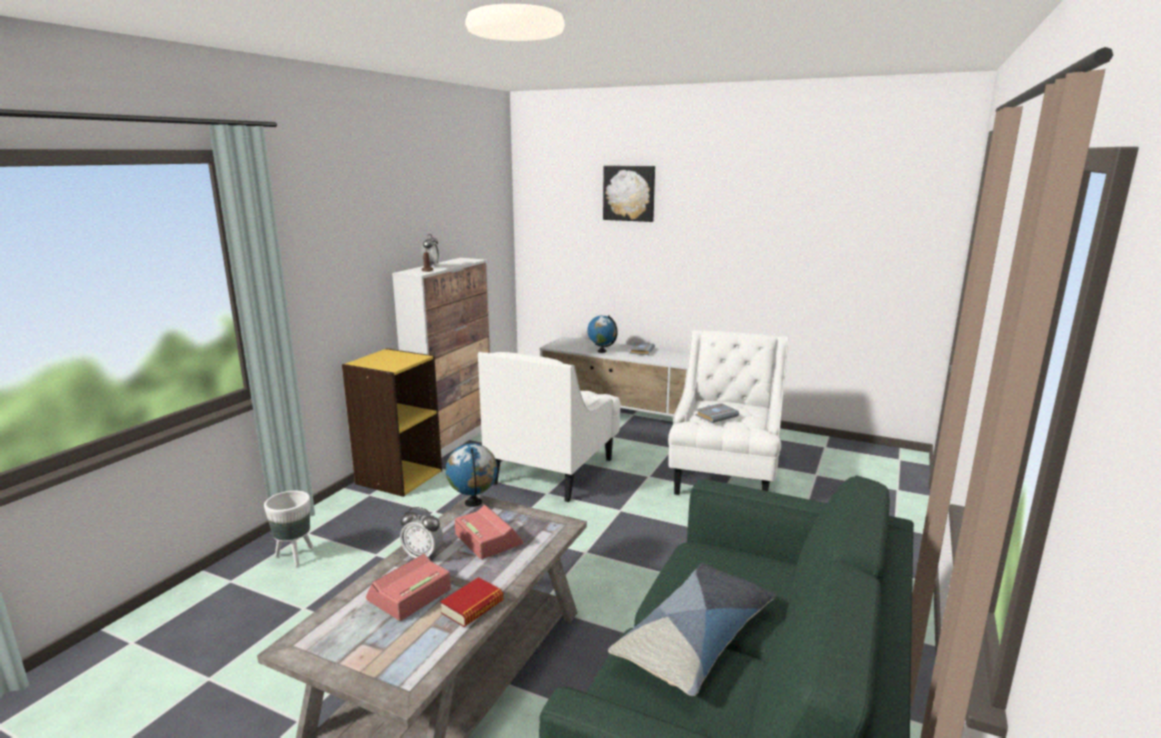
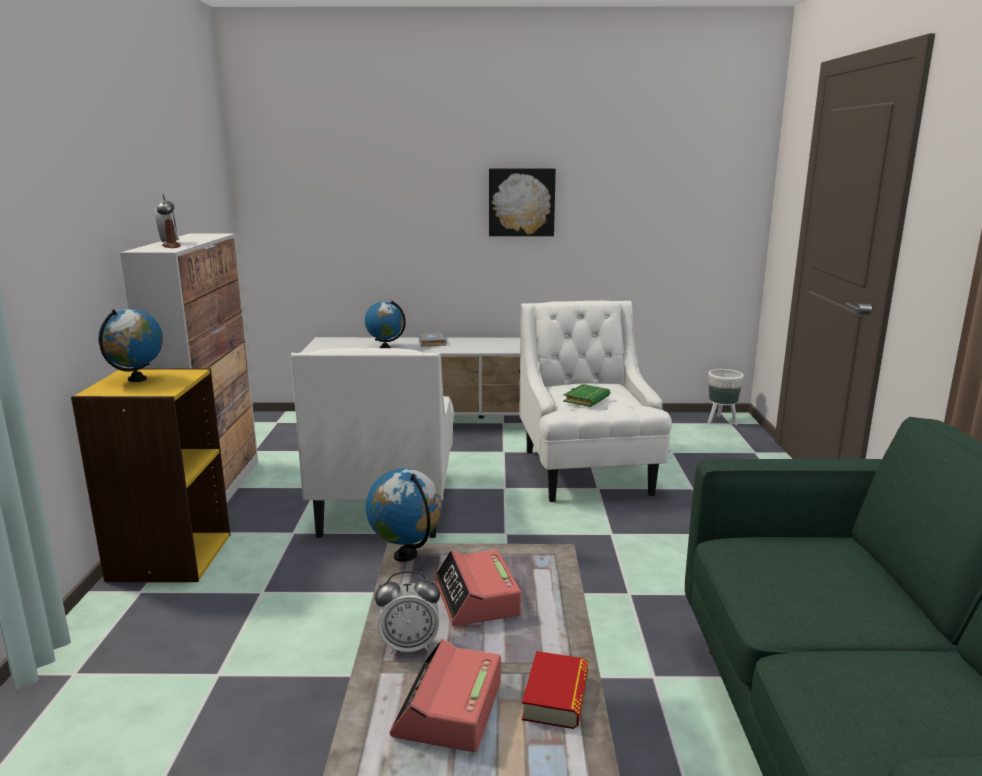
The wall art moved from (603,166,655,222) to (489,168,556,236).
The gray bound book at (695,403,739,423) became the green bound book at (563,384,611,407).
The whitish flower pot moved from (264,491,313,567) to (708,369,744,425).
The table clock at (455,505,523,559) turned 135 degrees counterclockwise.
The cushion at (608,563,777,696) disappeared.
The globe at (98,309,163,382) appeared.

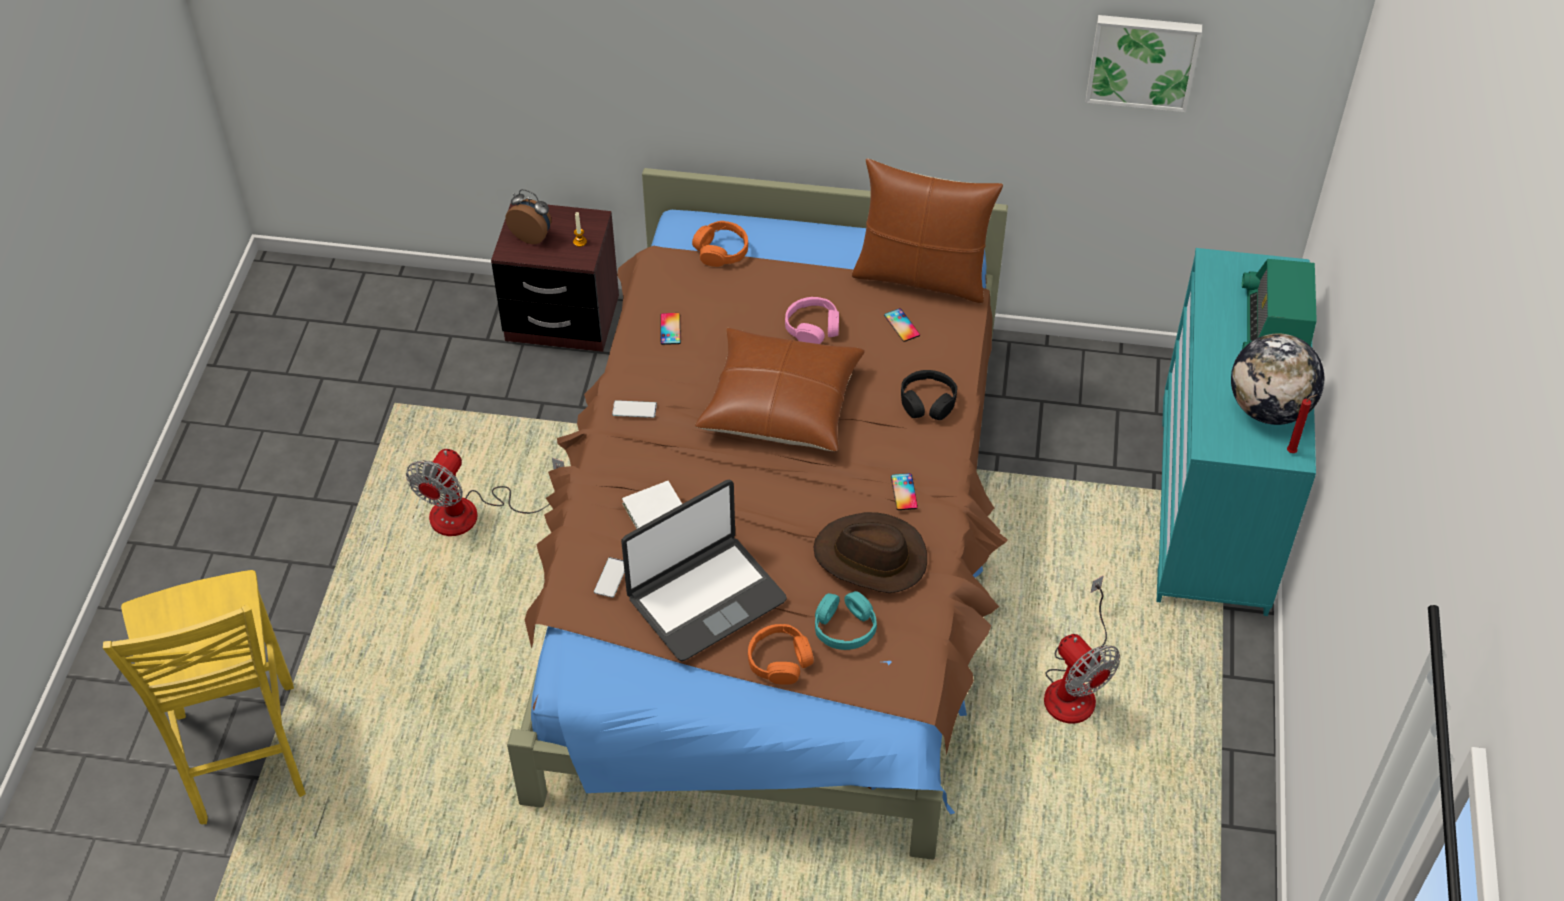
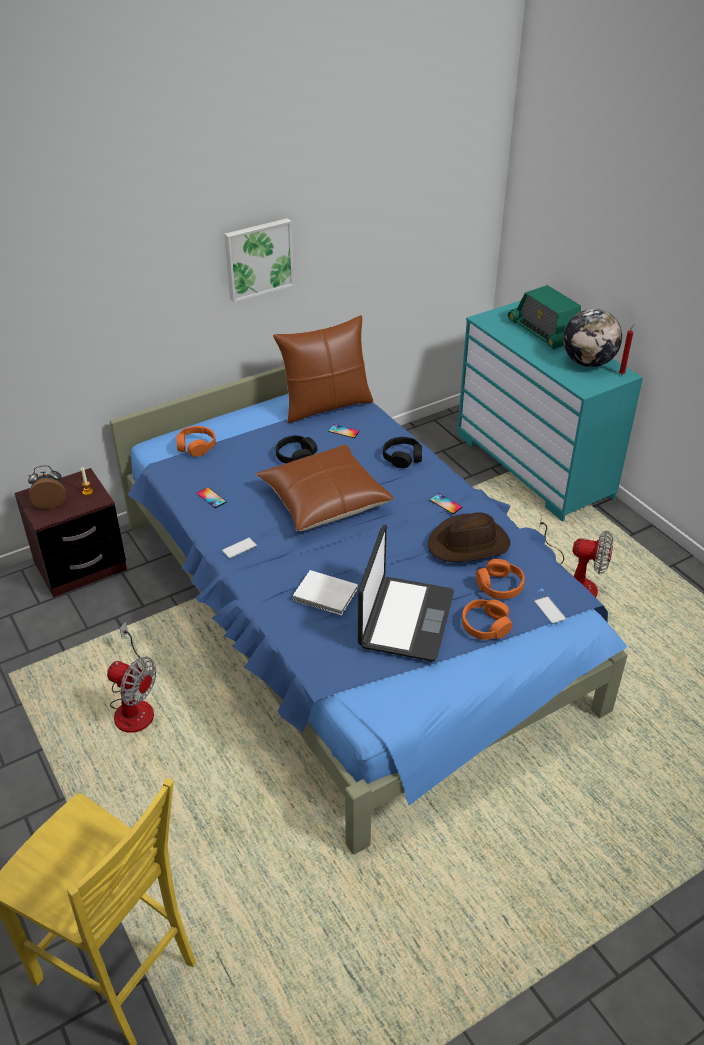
The wall art moved from (1086,15,1202,112) to (224,218,294,302).
The brown bed at (507,168,1008,860) became the blue-coloured bed at (110,366,628,854).
The pink pair of headphones at (785,297,839,344) became the blackish pair of headphones at (276,435,317,463).
The electric fan at (406,449,564,536) turned 45 degrees counterclockwise.
The handset moved from (594,557,624,598) to (534,596,566,624).
The turquoise-coloured pair of headphones at (815,591,877,650) became the orange-coloured pair of headphones at (476,559,525,599).

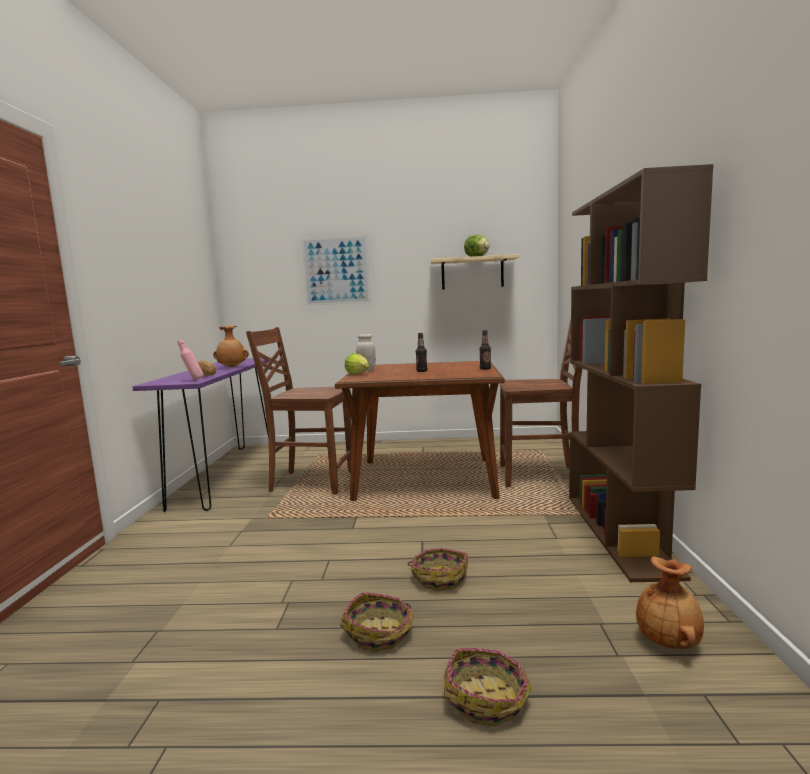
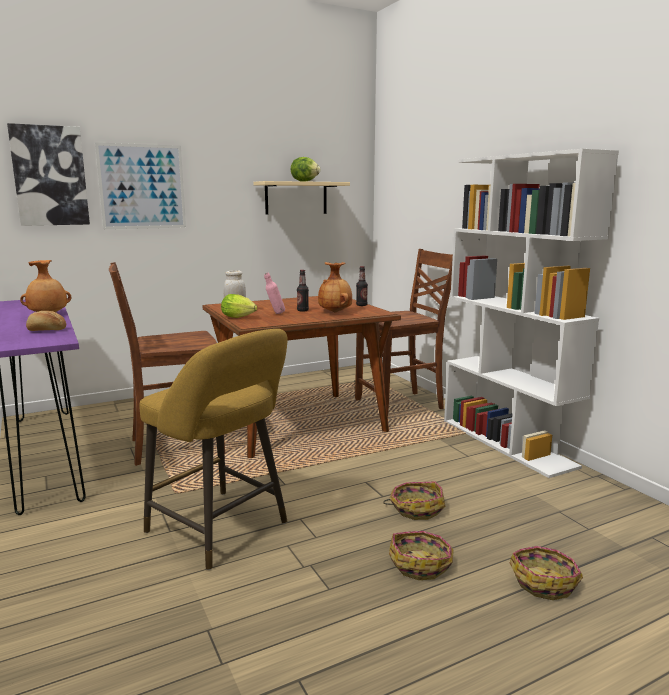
The brown bookcase at (569,164,714,582) became the whitish bookcase at (444,149,619,478).
The pink beverage bottle moved from (178,340,204,380) to (264,273,285,314).
The brown decorative vase moved from (636,556,704,649) to (318,262,352,313).
The wall art at (7,123,90,226) appeared.
The yellowish stool seat at (139,329,288,570) appeared.

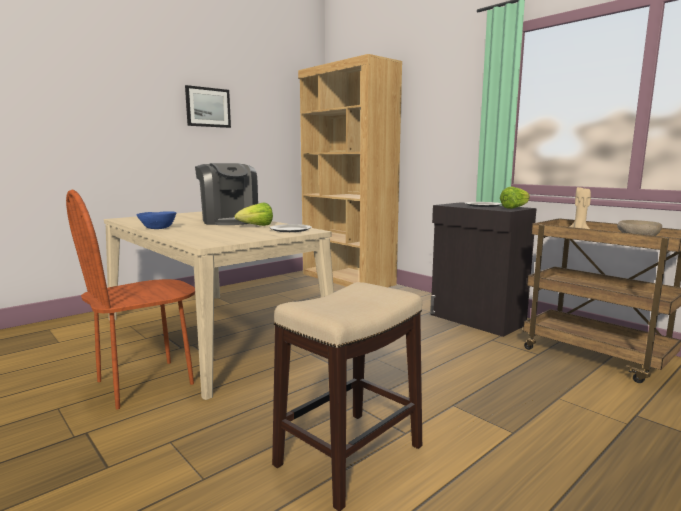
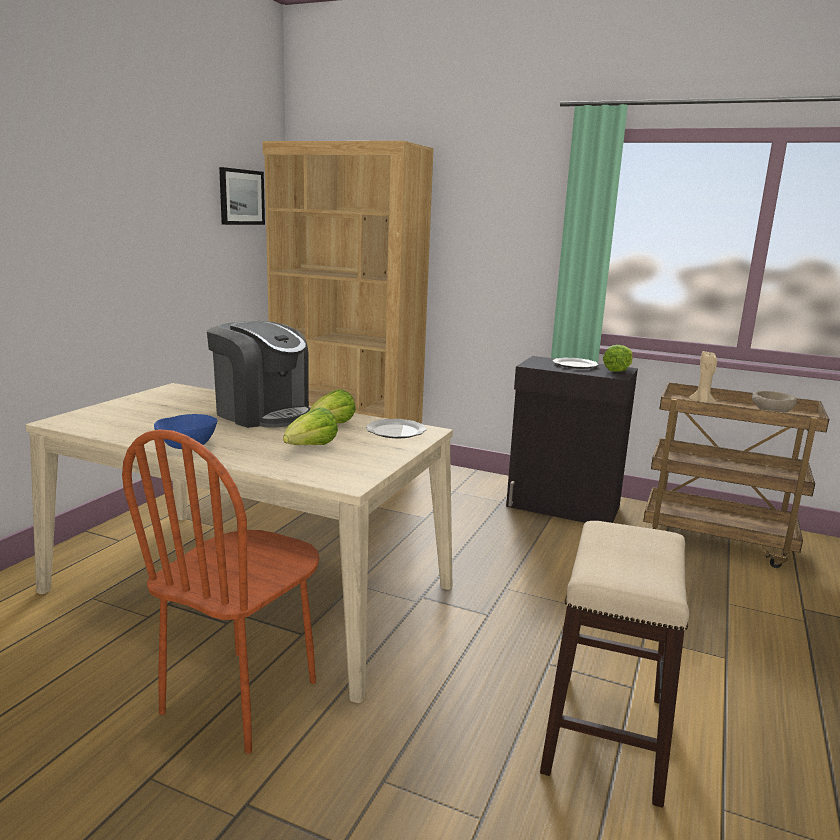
The wall art moved from (185,85,231,128) to (219,167,265,225).
The head of lettuce at (283,408,338,445) appeared.

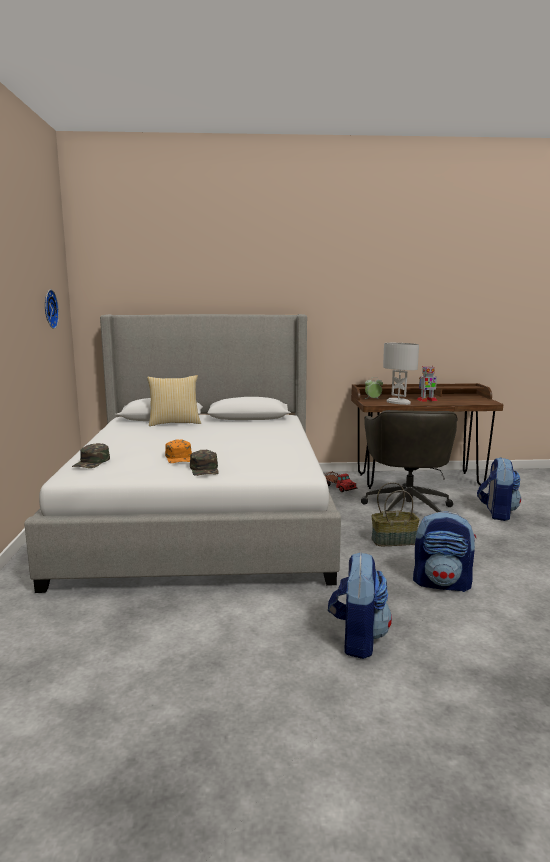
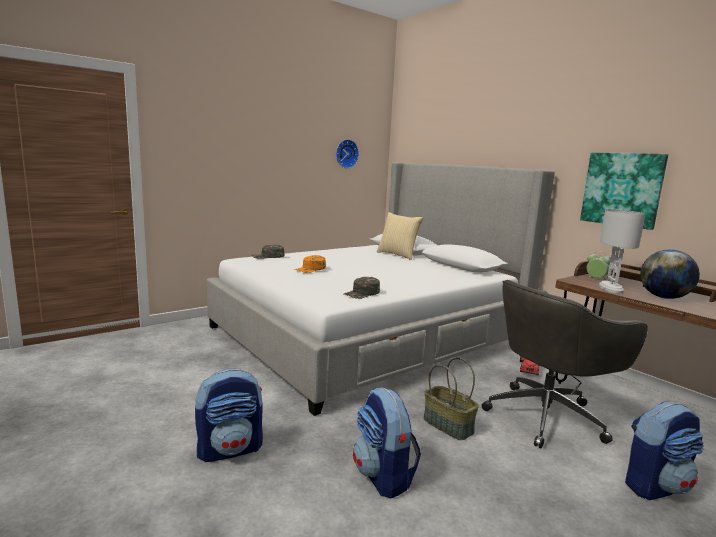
The toy robot at (417,366,437,402) was replaced by the globe at (640,249,700,299).
The green peaked cap moved from (190,450,219,476) to (344,277,380,299).
The wall art at (580,153,668,230) appeared.

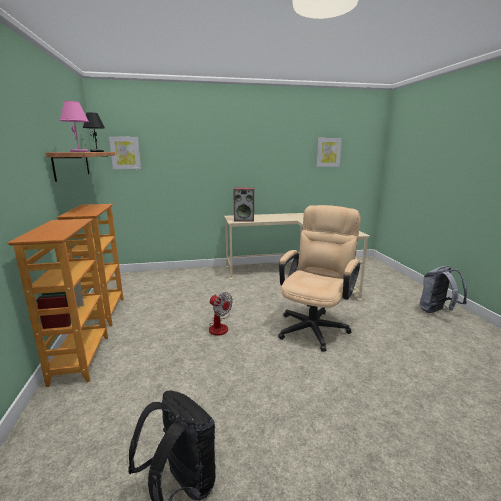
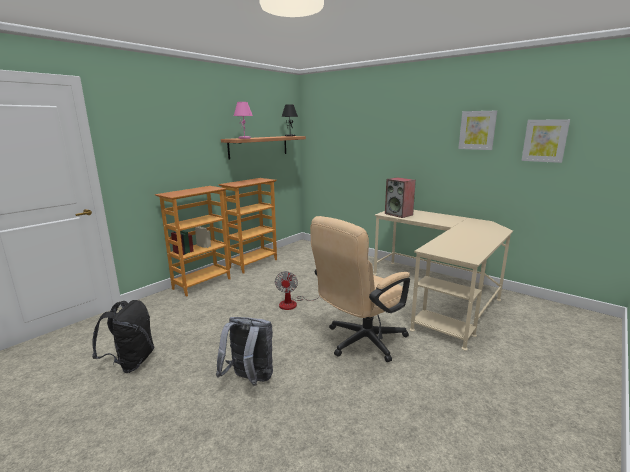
The wall art moved from (109,137,141,169) to (458,110,497,150).
The beige-coloured desk chair at (278,205,361,352) turned 150 degrees clockwise.
The gray backpack moved from (420,266,467,313) to (216,317,273,386).

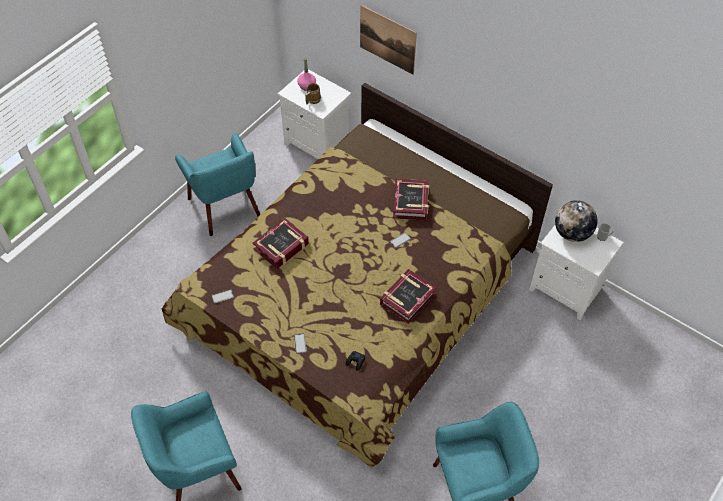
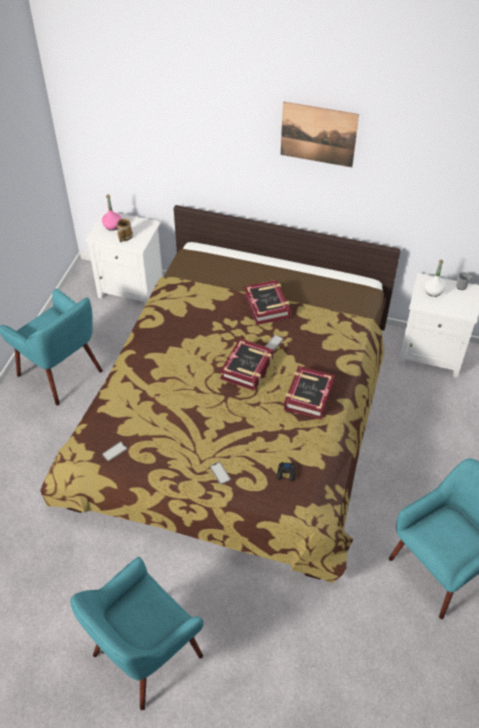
The wall art moved from (360,5,417,75) to (281,102,359,167).
The globe at (555,200,597,242) was replaced by the whitish beverage bottle at (424,260,446,297).
The bound book moved from (253,218,309,269) to (220,338,273,391).

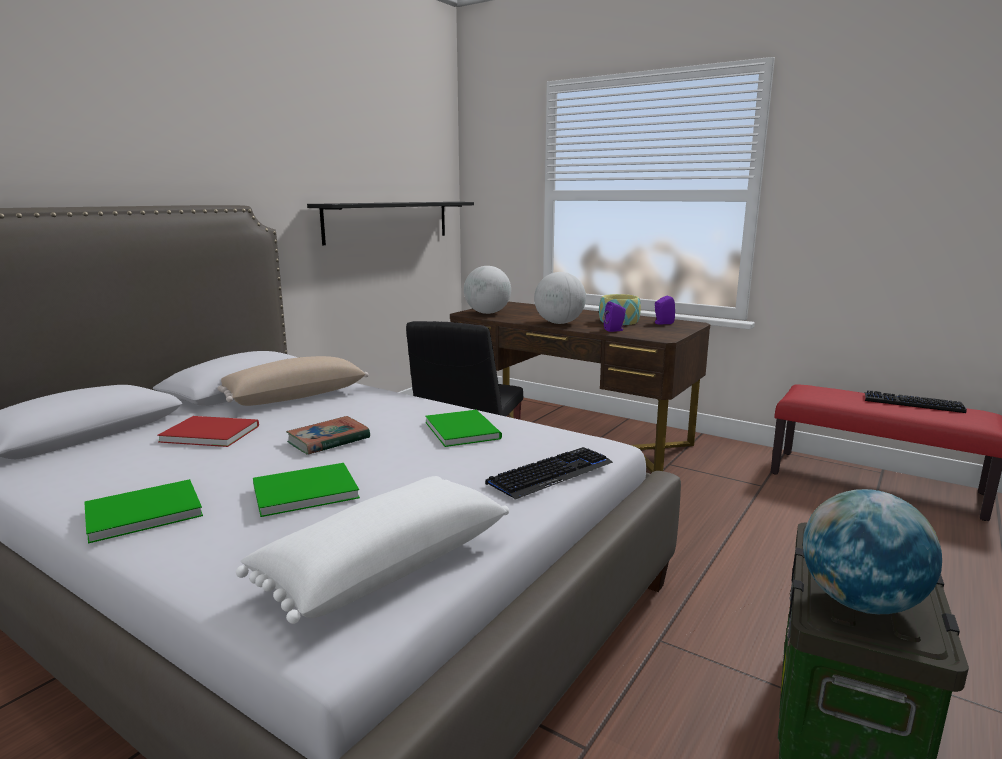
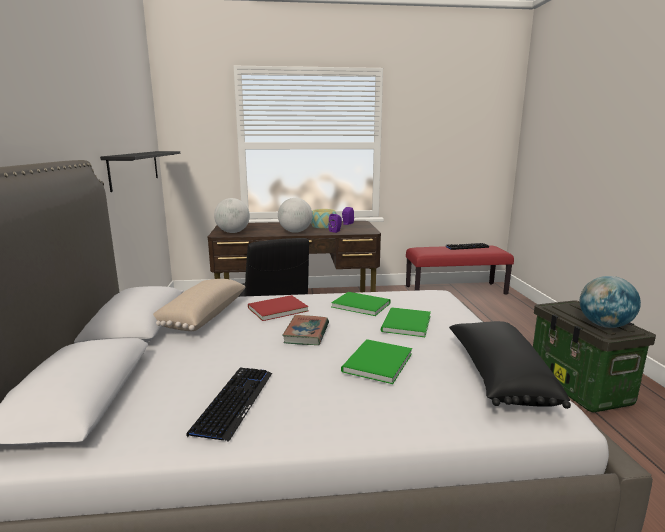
The red bound book moved from (157,416,259,447) to (248,295,309,321).
The keyboard moved from (485,447,613,500) to (186,367,272,442).
The whitish cushion at (236,476,509,624) became the blackish cushion at (449,321,571,409).
The green bound book moved from (84,479,203,544) to (381,307,431,337).

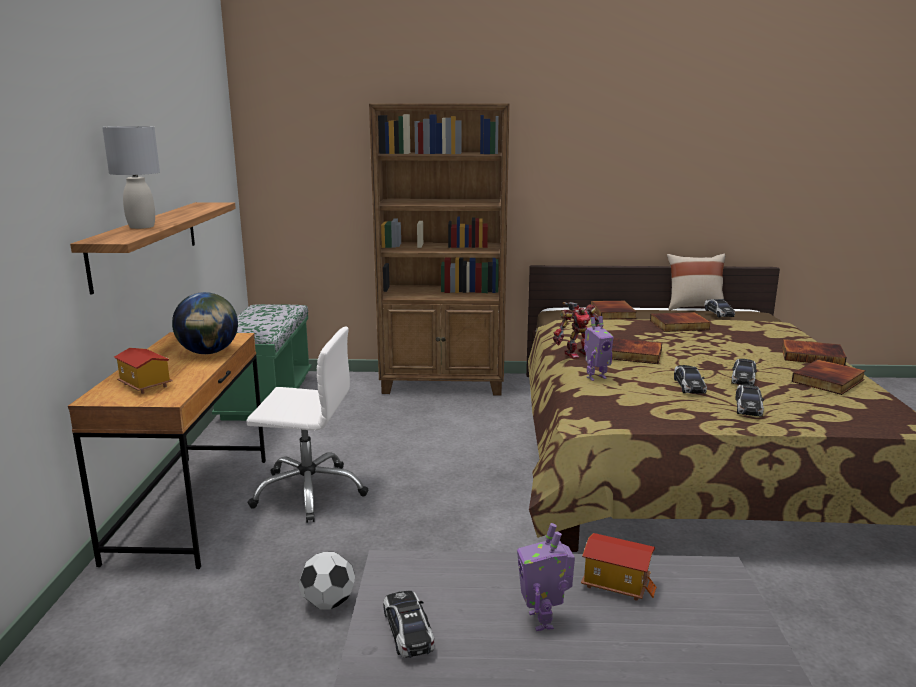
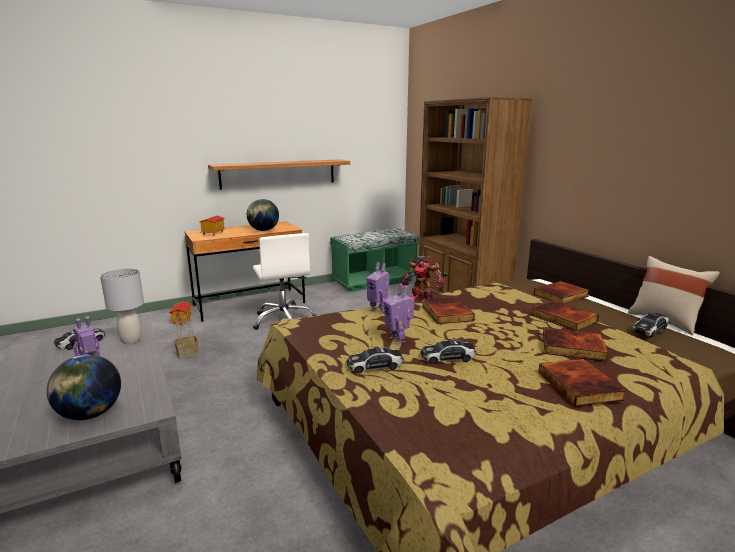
The gray lamp for a table moved from (102,126,160,229) to (100,268,144,344).
The bound book moved from (792,359,866,395) to (543,327,608,362).
The toy car at (674,365,707,394) was replaced by the toy robot at (383,284,415,344).
The model house moved from (581,533,657,600) to (169,302,193,326).
The football ball at (298,552,355,610) was replaced by the storage basket at (174,316,199,359).
The globe at (47,355,121,420) appeared.

